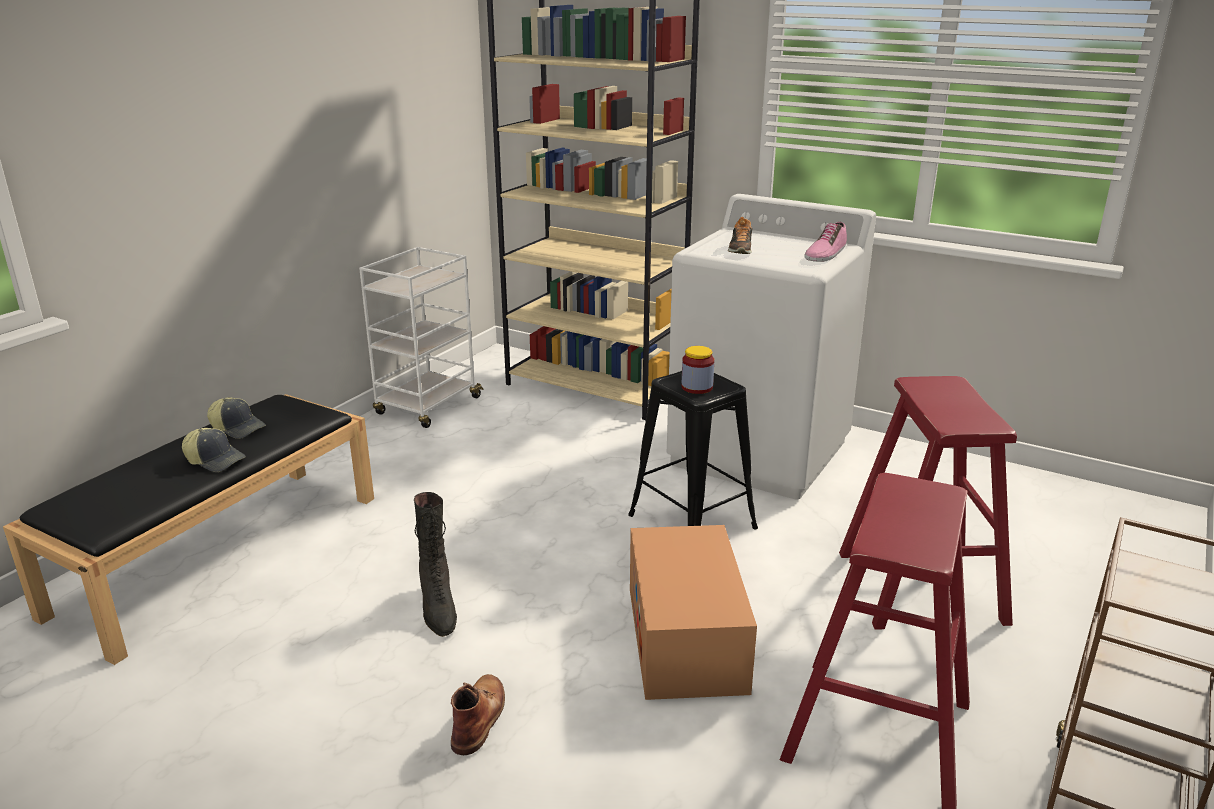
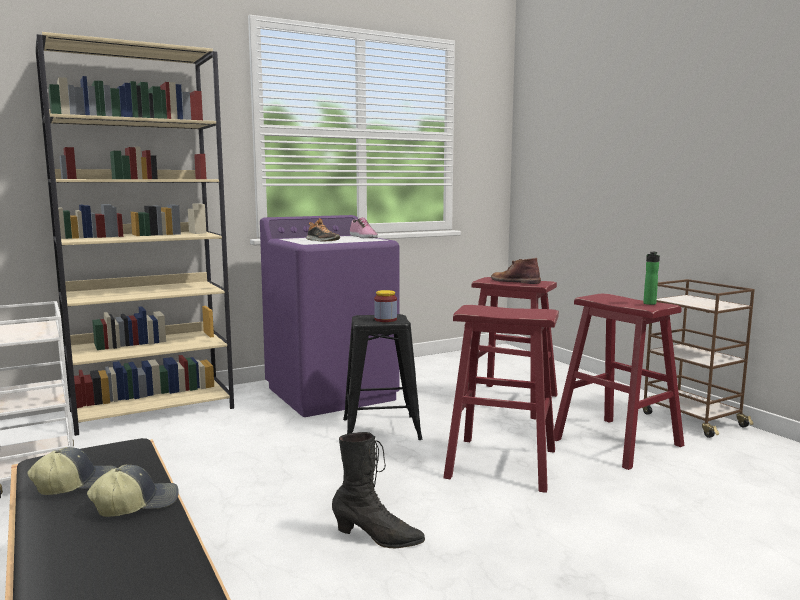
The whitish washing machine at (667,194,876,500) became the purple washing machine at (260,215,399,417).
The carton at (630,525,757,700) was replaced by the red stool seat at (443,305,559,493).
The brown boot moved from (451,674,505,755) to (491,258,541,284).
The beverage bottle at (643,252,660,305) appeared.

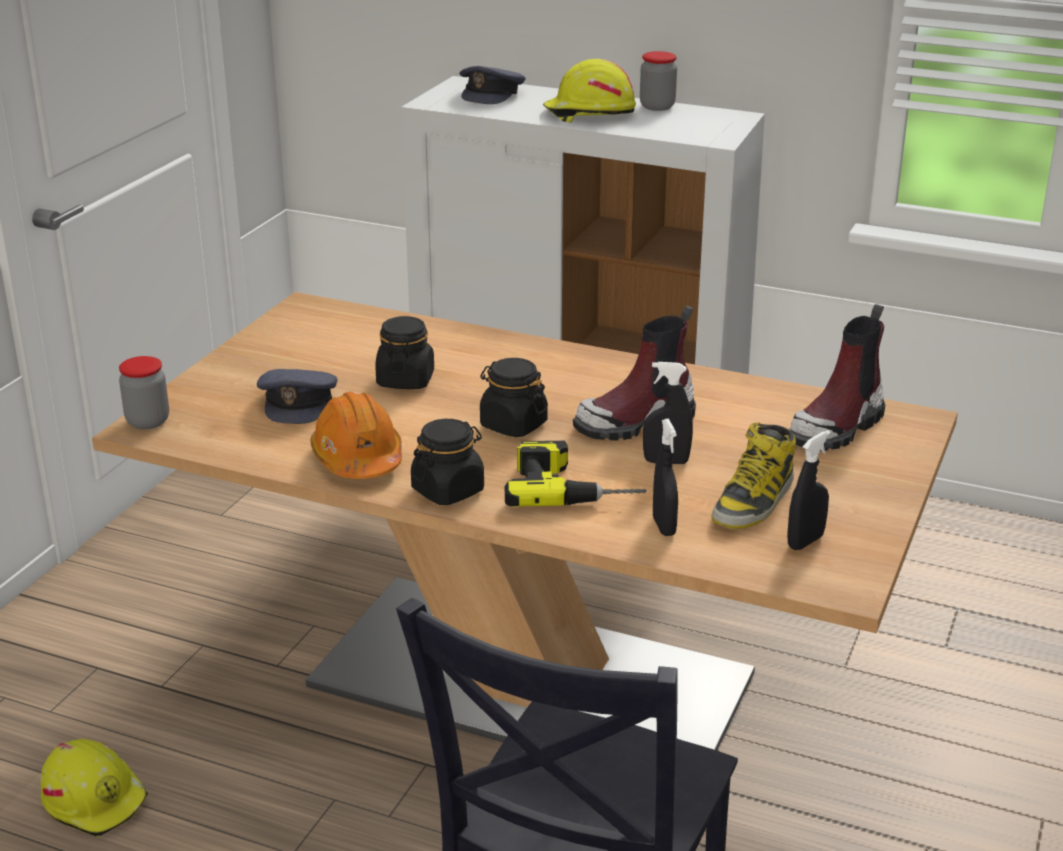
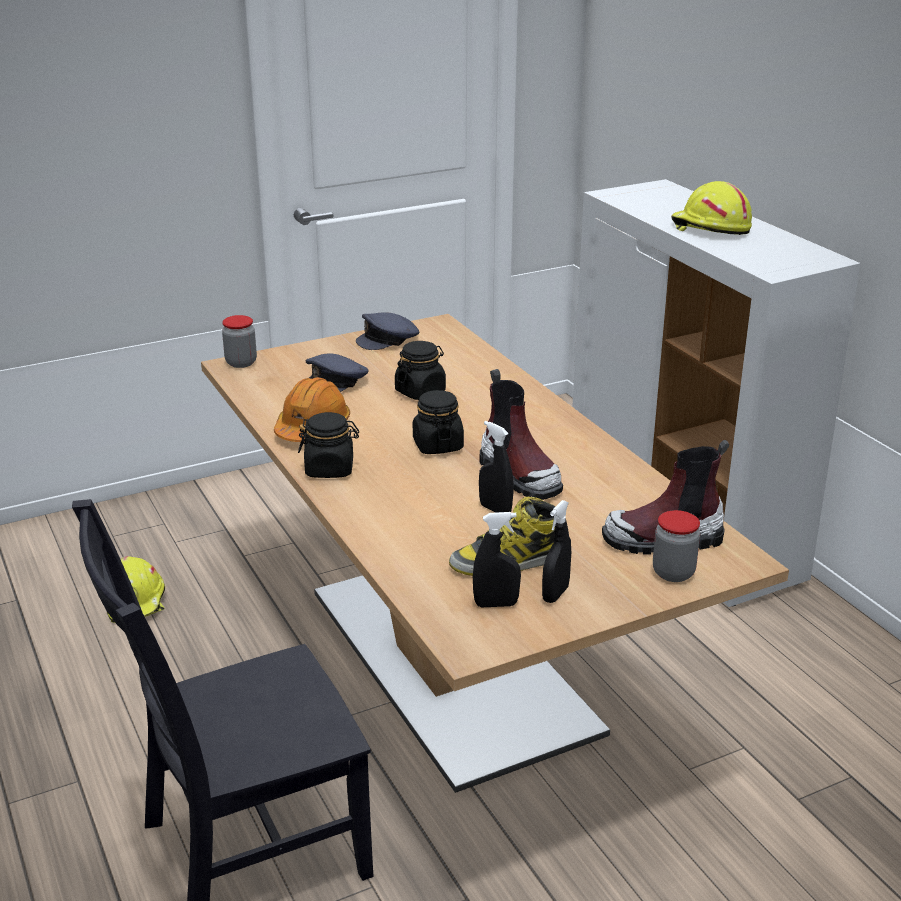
The preserve jar moved from (640,51,677,111) to (653,510,700,582).
The gray peaked cap moved from (460,66,526,104) to (356,312,419,350).
The boot at (573,305,696,440) turned 135 degrees counterclockwise.
The blackish sprayer moved from (653,418,678,536) to (542,500,571,603).
The power drill at (505,440,647,507) disappeared.

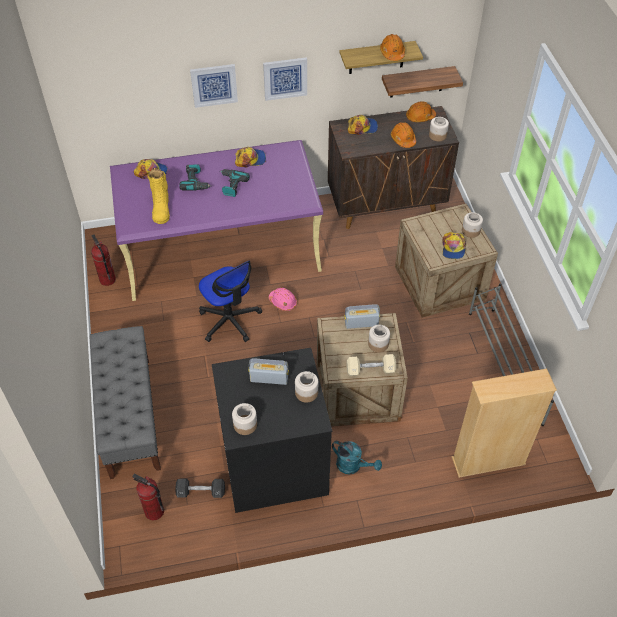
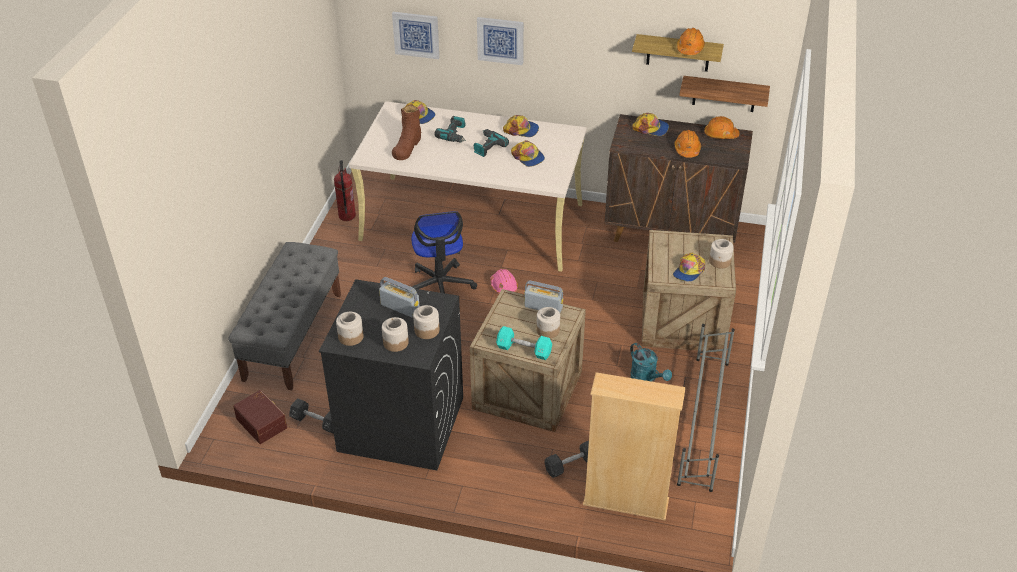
The wall art moved from (263,57,307,101) to (392,12,439,59).
The preserve jar moved from (429,117,449,141) to (382,317,409,352).
The purple desk at (110,140,323,301) became the beige-coloured desk at (349,101,587,272).
The yellowish boot at (148,168,170,224) became the brown boot at (392,104,421,160).
The beige-coloured free weight at (346,354,396,376) became the turquoise-coloured free weight at (496,326,552,360).
The turquoise-coloured sprinkling can moved from (332,441,382,474) to (630,343,672,382).
The fire extinguisher at (132,474,164,520) was replaced by the brown storage box at (233,390,287,444).
The peaked cap at (511,140,545,167) appeared.
The blackish free weight at (544,441,589,478) appeared.

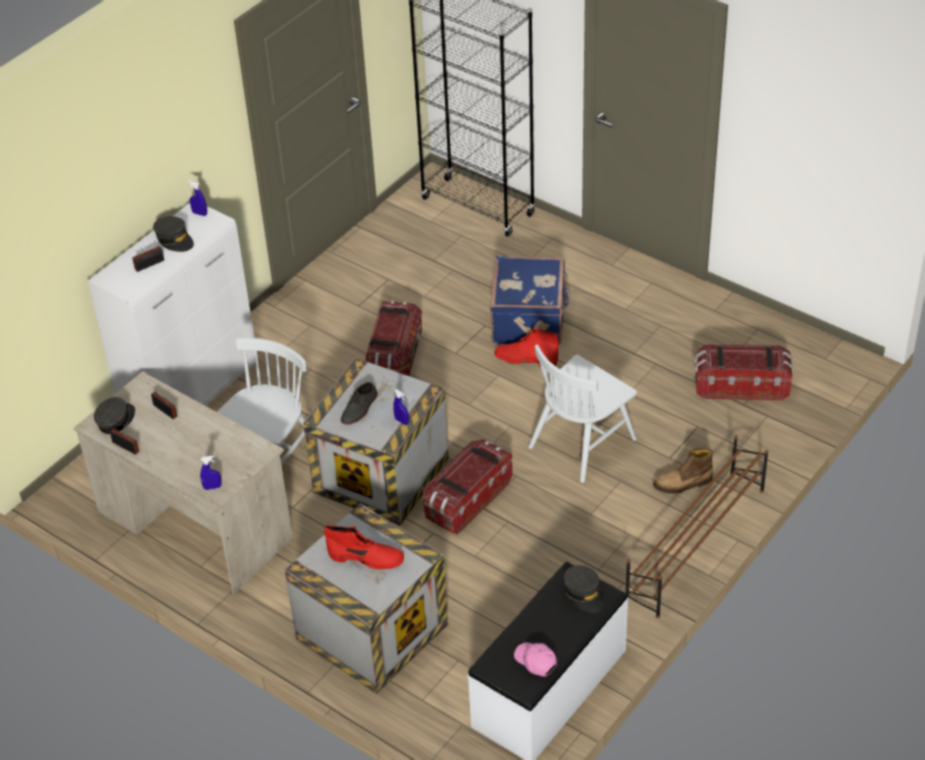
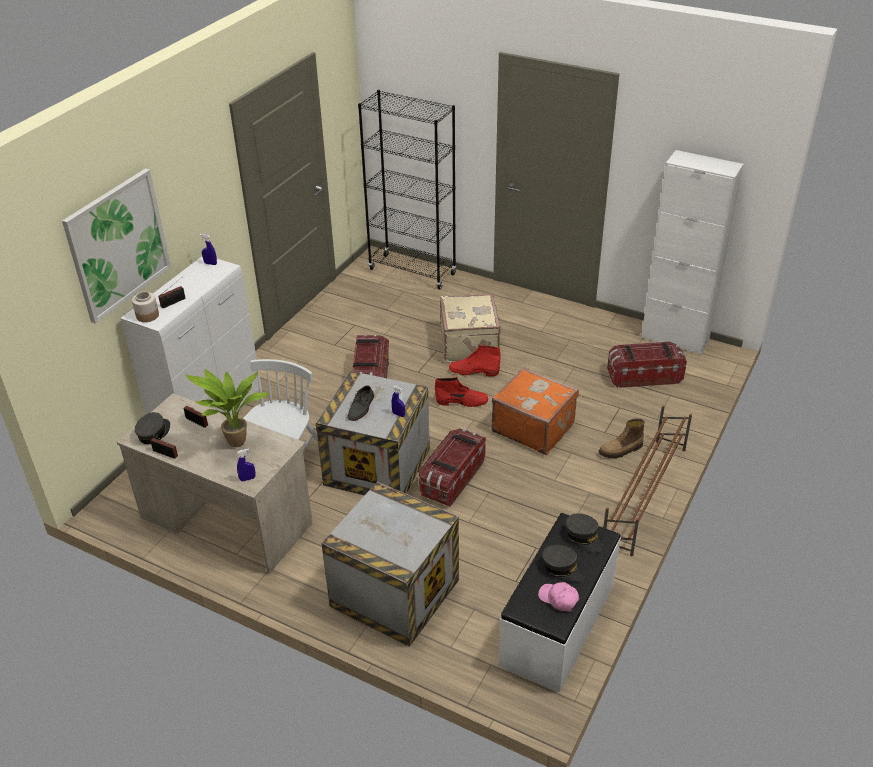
The gray peaked cap moved from (153,216,194,252) to (542,545,585,582).
The blue-coloured piece of luggage at (490,256,570,345) became the beige-coloured piece of luggage at (440,294,502,363).
The whitish chair at (528,344,637,483) was replaced by the orange-coloured piece of luggage at (491,367,579,455).
The red boot moved from (324,525,404,570) to (435,377,488,407).
The whitish cabinet at (641,150,744,355) appeared.
The wall art at (62,168,171,324) appeared.
The preserve jar at (132,292,159,322) appeared.
The houseplant at (186,369,270,447) appeared.

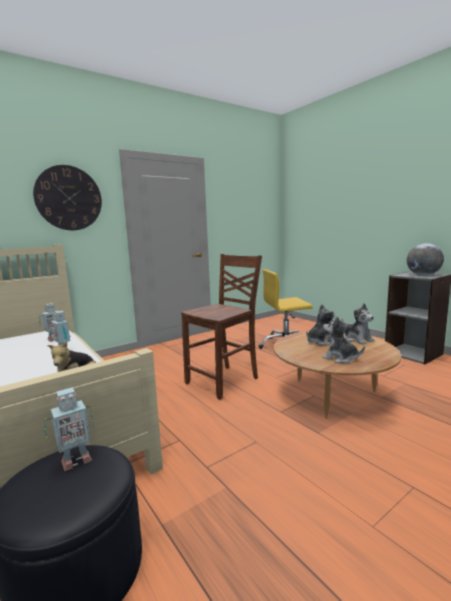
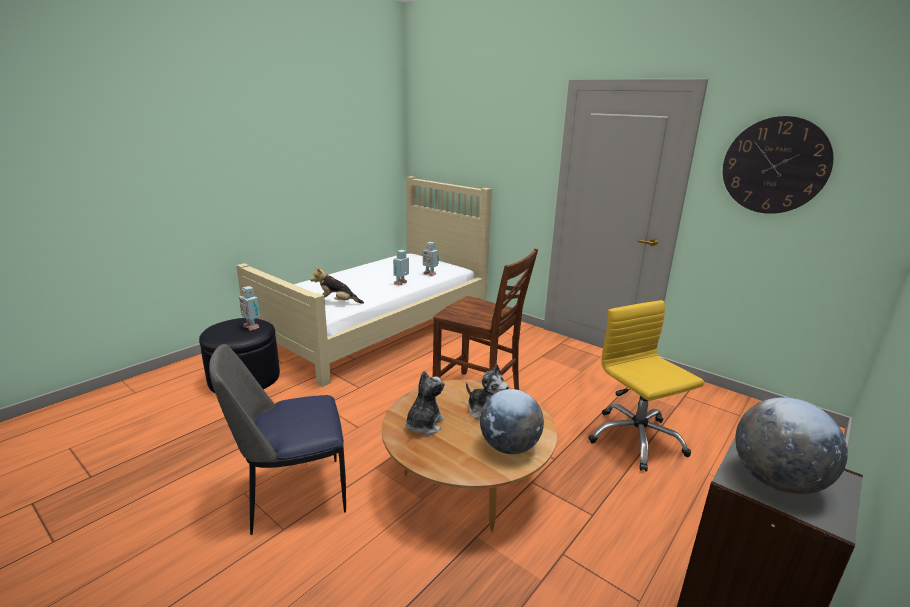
The hanging clock moved from (33,165,102,230) to (723,116,834,214).
The plush toy at (344,303,375,345) was replaced by the globe at (480,389,544,454).
The chair at (209,344,346,535) appeared.

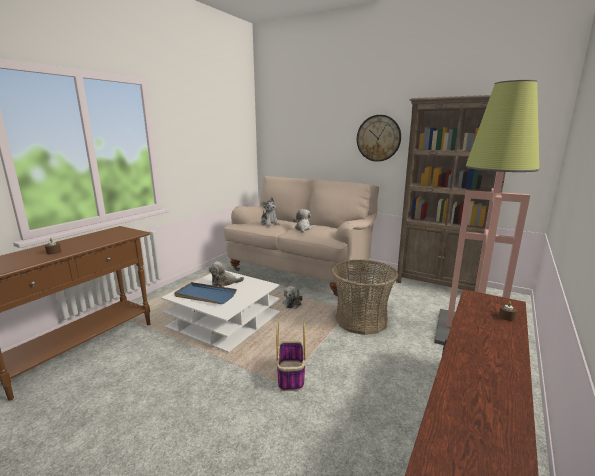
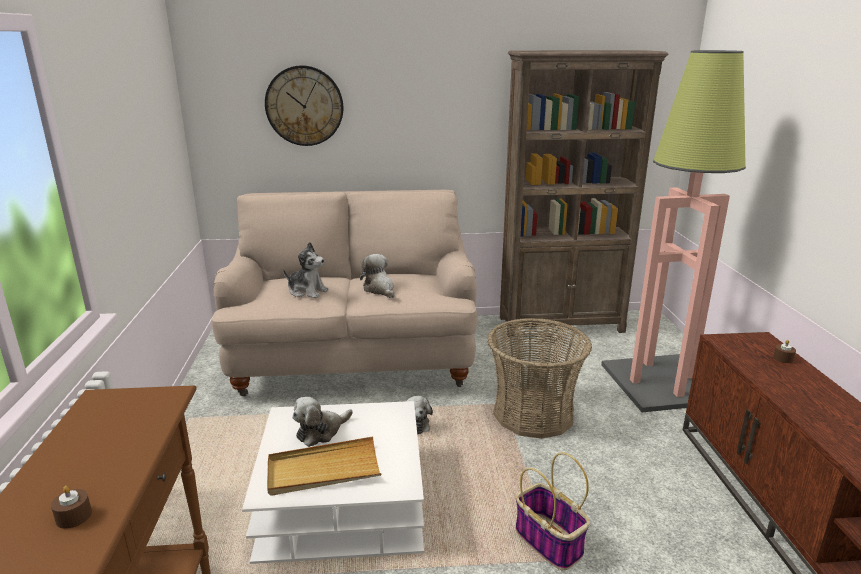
The hanging clock moved from (357,115,401,162) to (265,65,343,146).
The blue-coloured carrying tray at (174,282,237,304) became the beige-coloured carrying tray at (267,437,381,496).

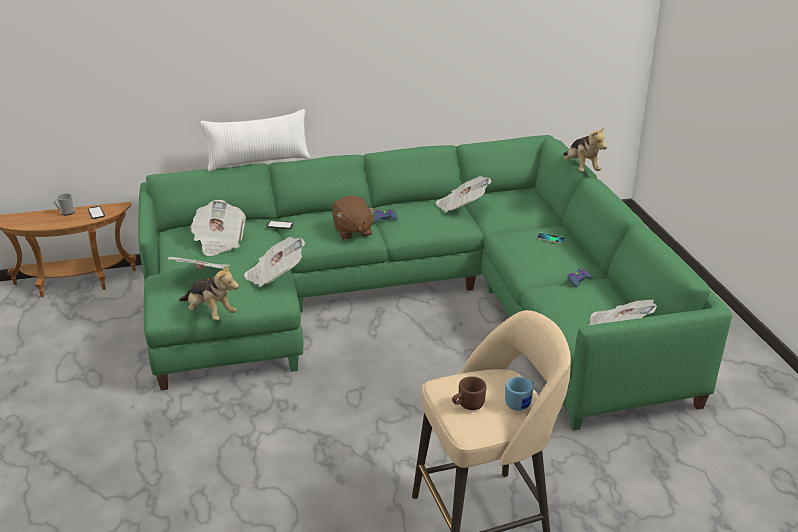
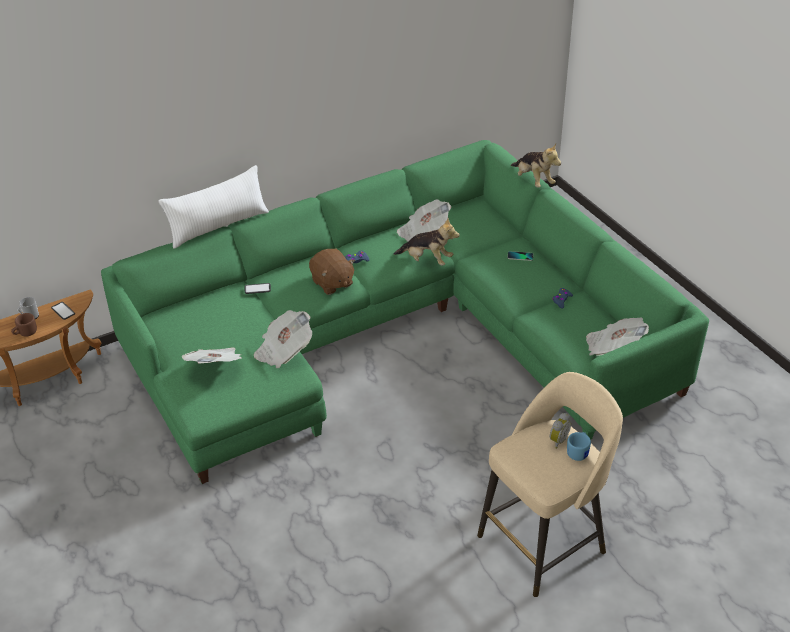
The printed paper at (190,200,246,256) disappeared.
The plush toy moved from (179,264,239,320) to (393,218,460,266).
The brown coffee mug moved from (452,376,486,410) to (11,313,37,337).
The table clock at (550,413,571,449) appeared.

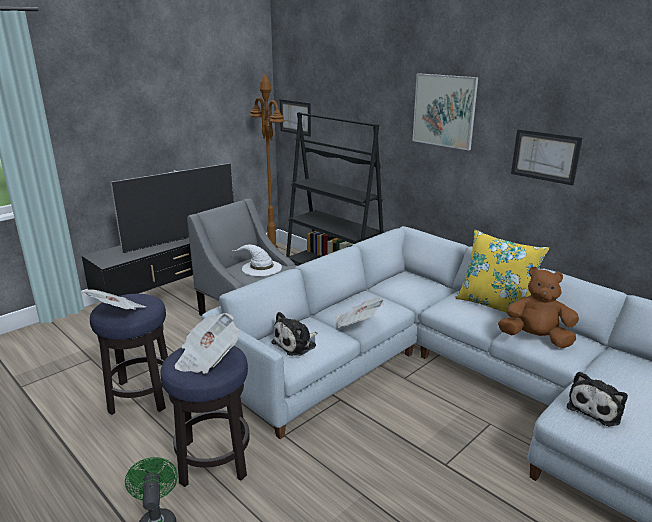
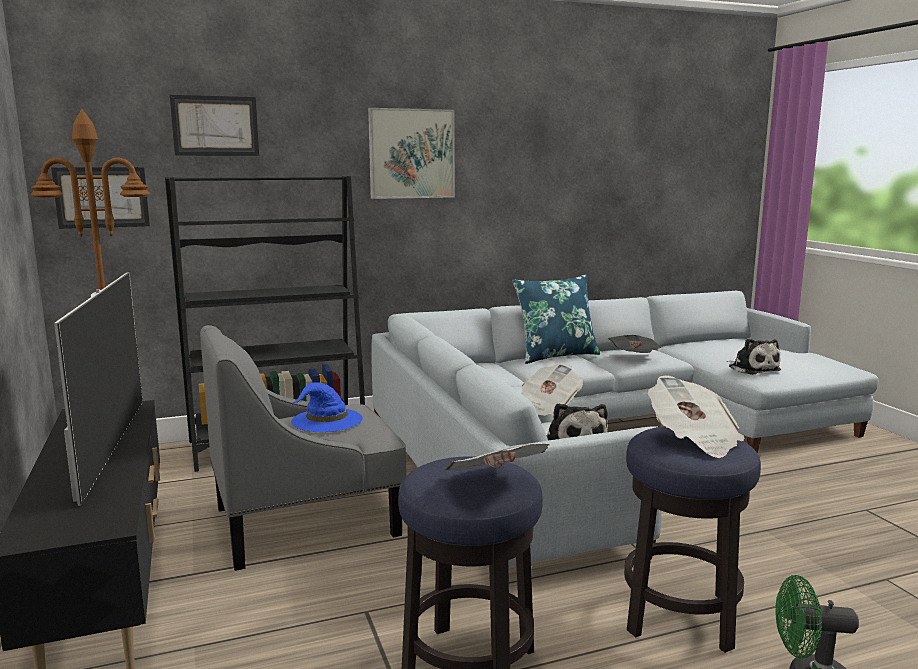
The wall art moved from (511,129,582,186) to (170,95,259,156).
The yellowish cushion at (455,230,549,313) became the blue-coloured cushion at (513,274,600,364).
The whitish clothing hat at (233,244,282,276) became the blue-coloured clothing hat at (291,382,363,432).
The brown plush toy at (498,266,579,348) was replaced by the printed paper at (608,335,661,353).

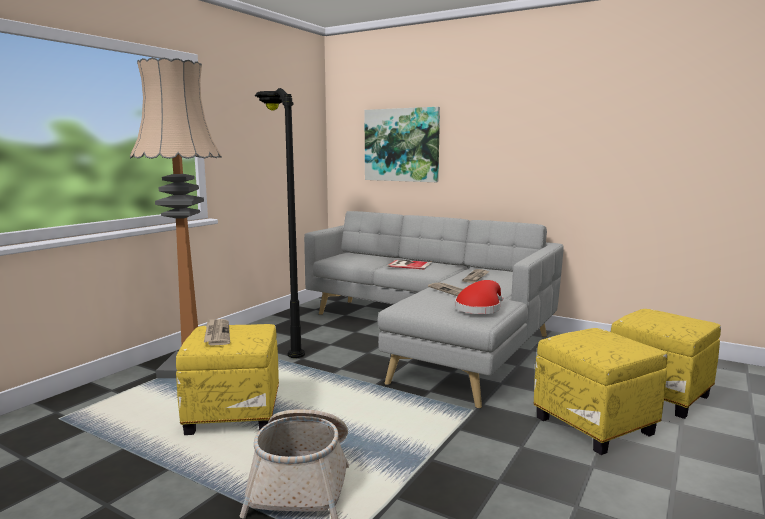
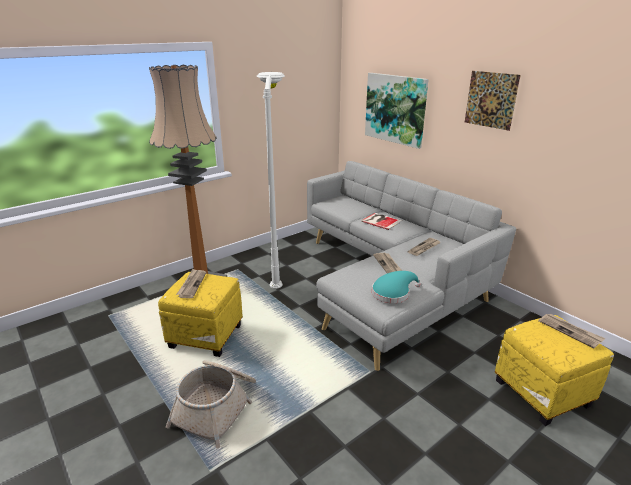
The blackish floor lamp at (255,88,305,358) became the whitish floor lamp at (257,72,285,289).
The red clothing hat at (455,280,503,314) became the turquoise-coloured clothing hat at (372,271,421,303).
The yellowish footrest at (534,328,667,455) disappeared.
The wall art at (465,71,521,131) appeared.
The printed paper at (538,314,605,348) appeared.

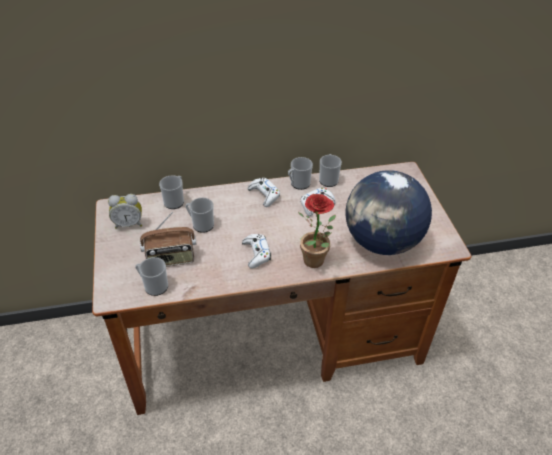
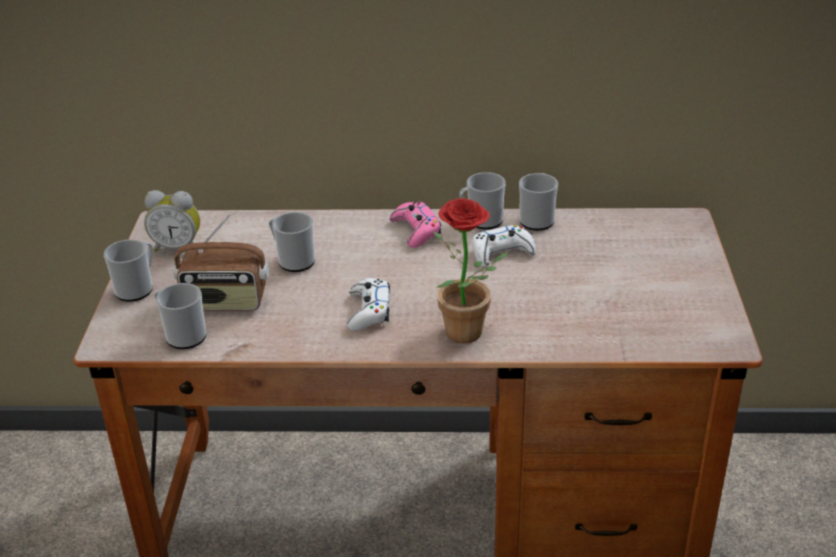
The globe at (346,170,432,255) disappeared.
The coffee mug moved from (159,175,184,209) to (104,240,153,302).
The whitish joypad at (248,178,280,207) became the pink joypad at (390,202,441,248).

